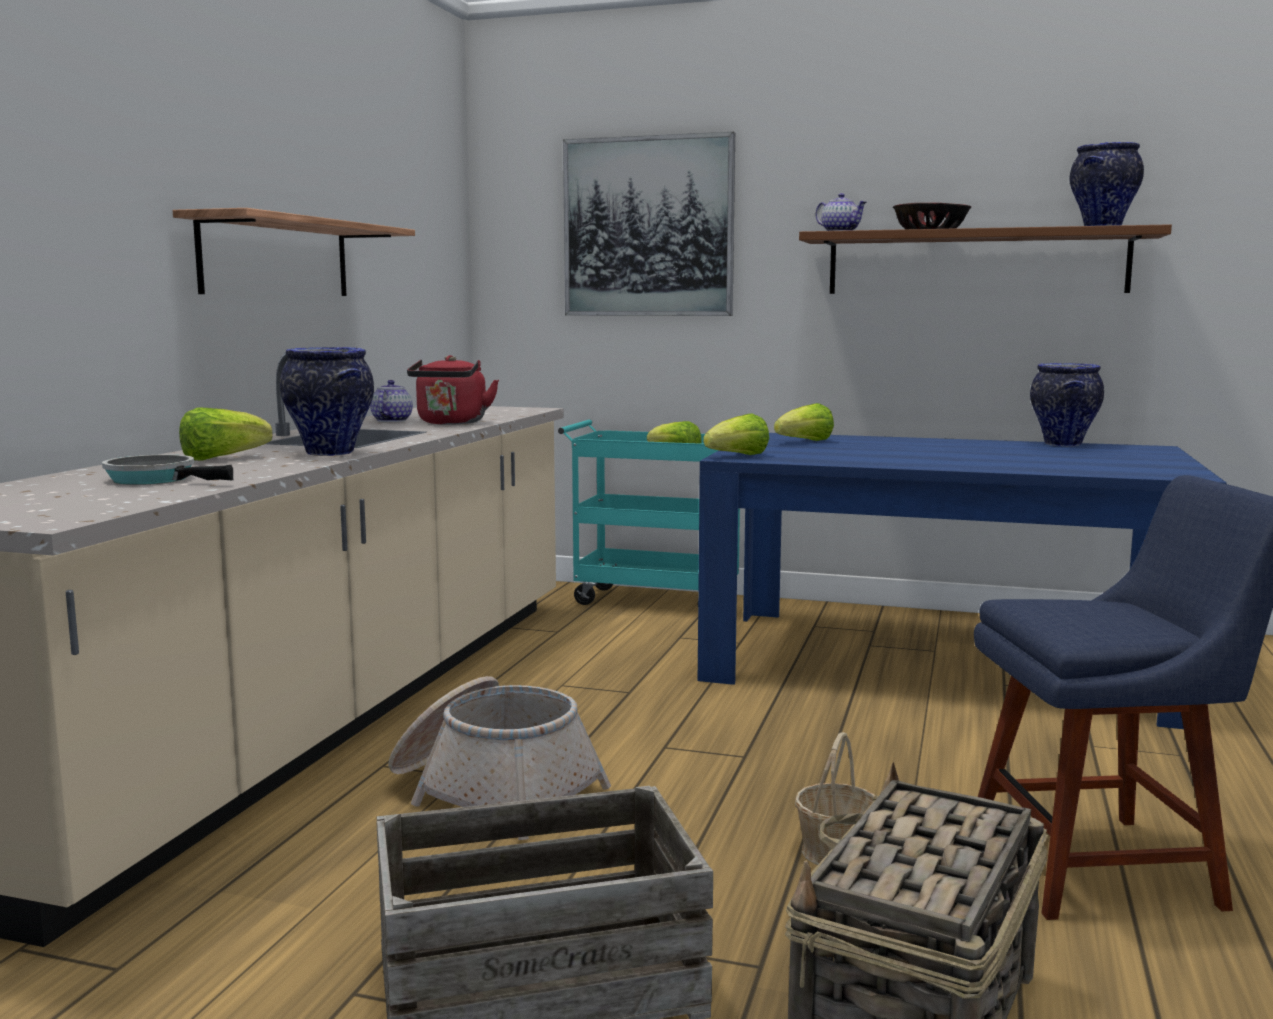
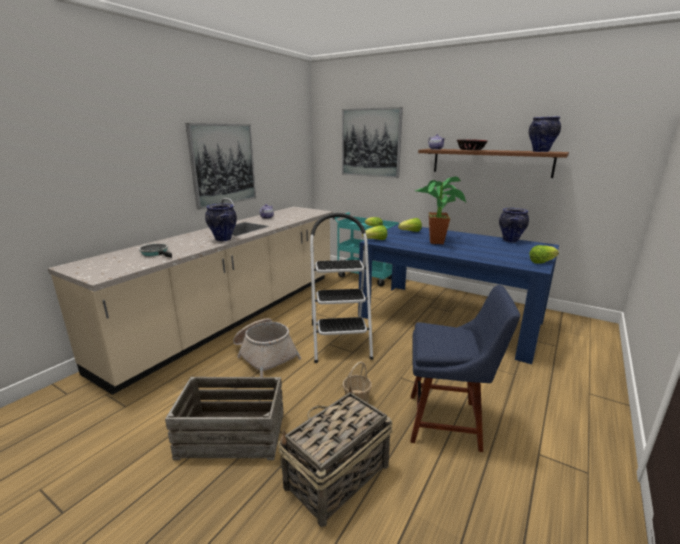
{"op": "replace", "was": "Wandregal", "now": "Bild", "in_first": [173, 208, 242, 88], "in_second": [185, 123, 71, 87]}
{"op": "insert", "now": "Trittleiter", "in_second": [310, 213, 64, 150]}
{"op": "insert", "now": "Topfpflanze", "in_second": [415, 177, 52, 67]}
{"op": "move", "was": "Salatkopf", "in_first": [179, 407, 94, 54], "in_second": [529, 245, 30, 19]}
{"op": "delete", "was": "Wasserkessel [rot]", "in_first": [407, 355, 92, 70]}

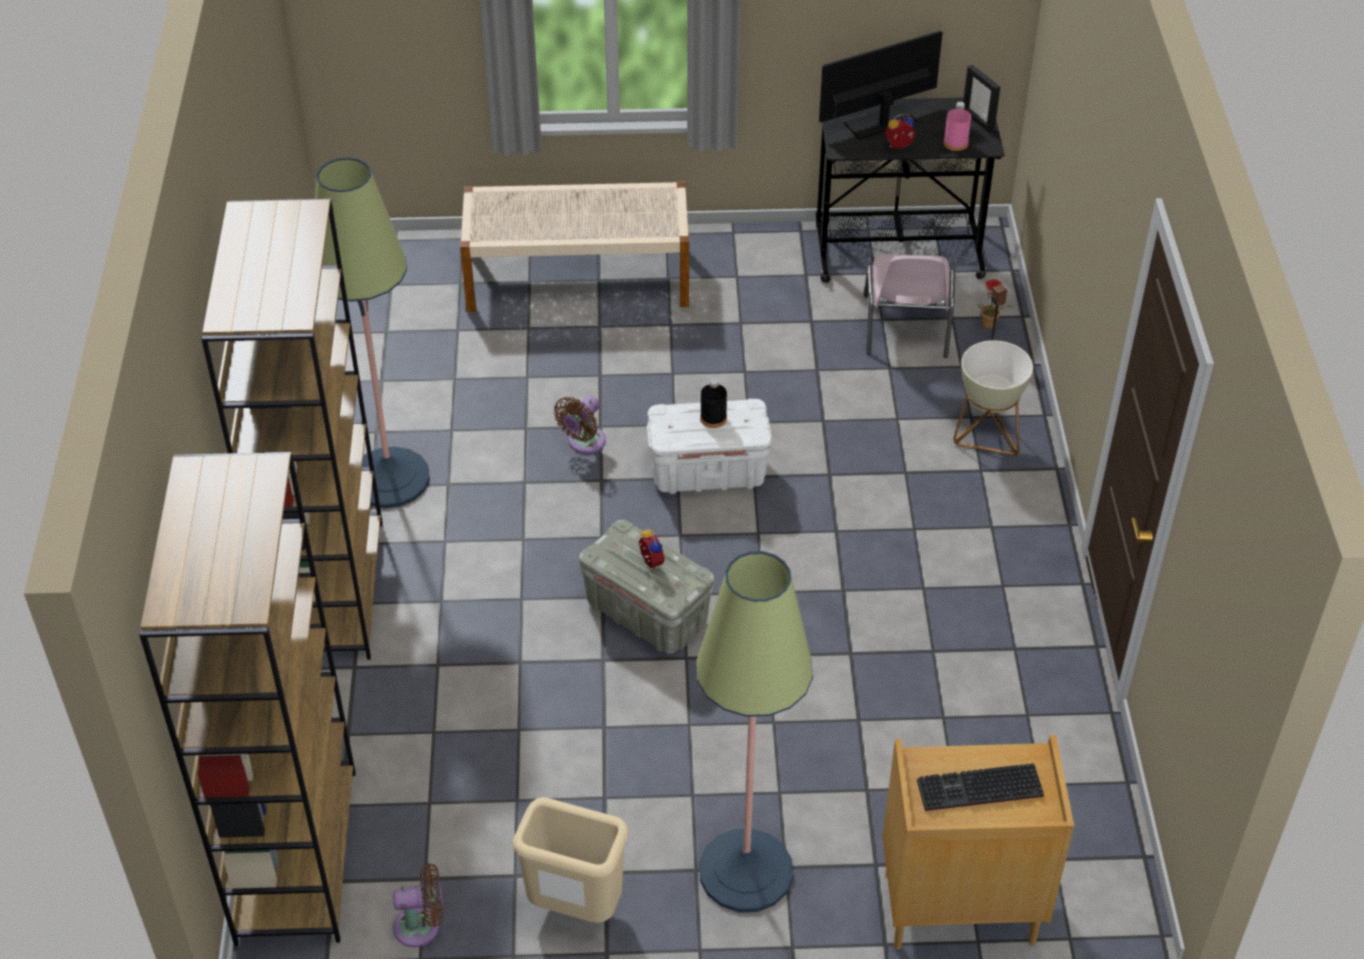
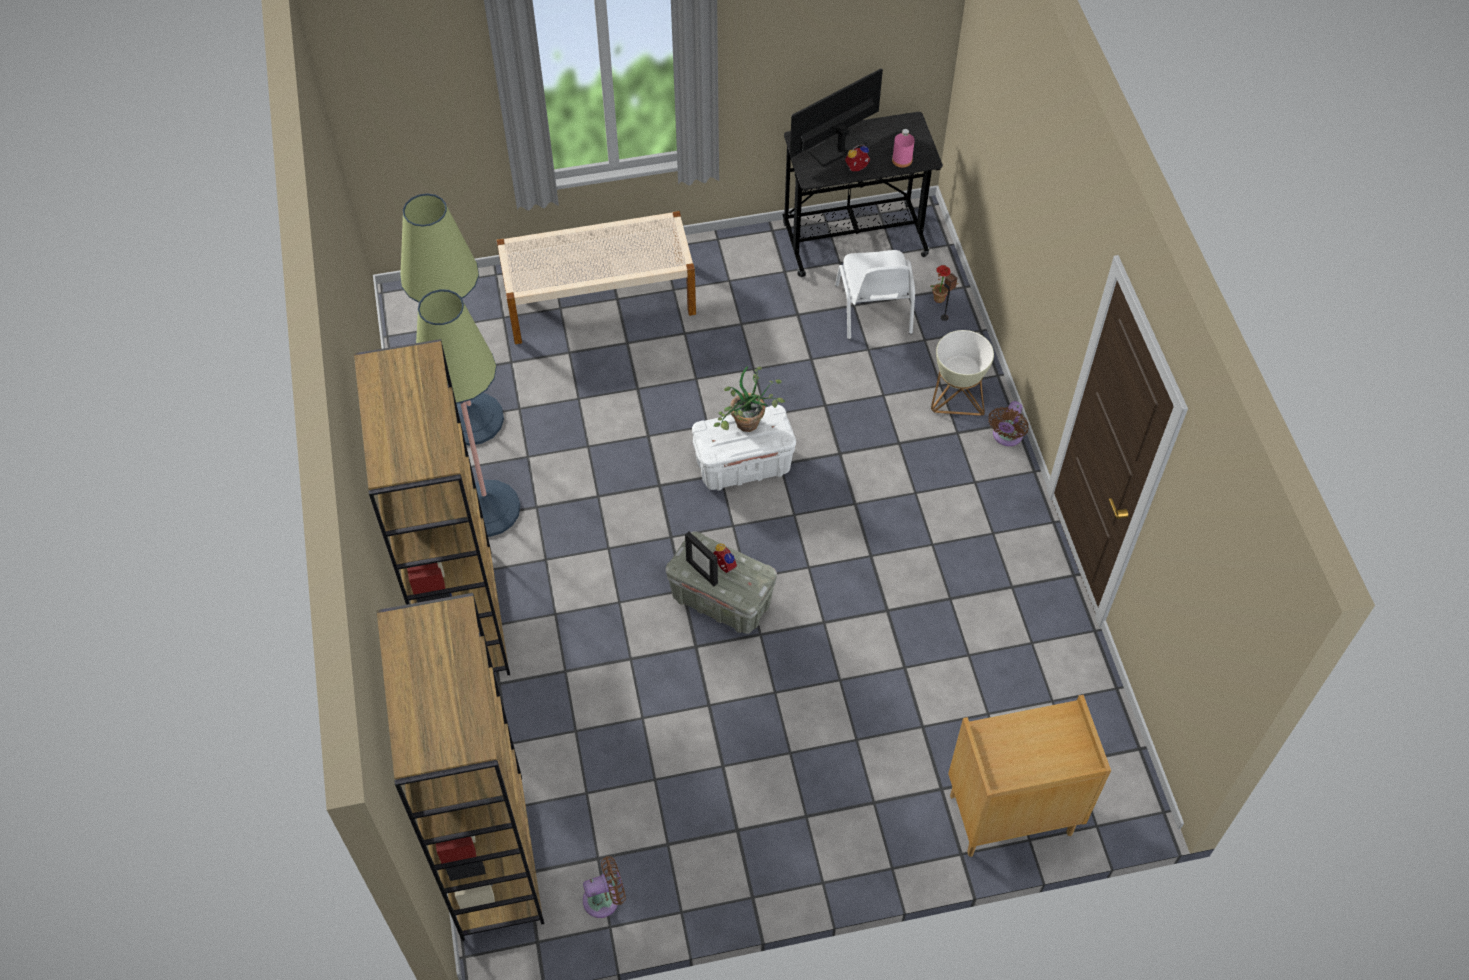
{"op": "move", "was": "Stehlampe", "in_first": [696, 551, 117, 361], "in_second": [400, 193, 104, 253]}
{"op": "move", "was": "Bilderrahmen", "in_first": [963, 65, 37, 68], "in_second": [685, 531, 33, 55]}
{"op": "replace", "was": "Flasche [schwarz]", "now": "Topfpflanze", "in_first": [700, 379, 27, 49], "in_second": [714, 367, 71, 65]}
{"op": "recolor", "was": "Stuhl [rosa]", "now": "Stuhl [weiß]", "in_first": [864, 253, 91, 105], "in_second": [835, 250, 80, 89]}
{"op": "move", "was": "Ventilator [braun]", "in_first": [554, 396, 52, 58], "in_second": [988, 401, 40, 45]}
{"op": "delete", "was": "Mülleimer [beige]", "in_first": [512, 797, 117, 126]}
{"op": "delete", "was": "Tastatur", "in_first": [917, 763, 127, 48]}

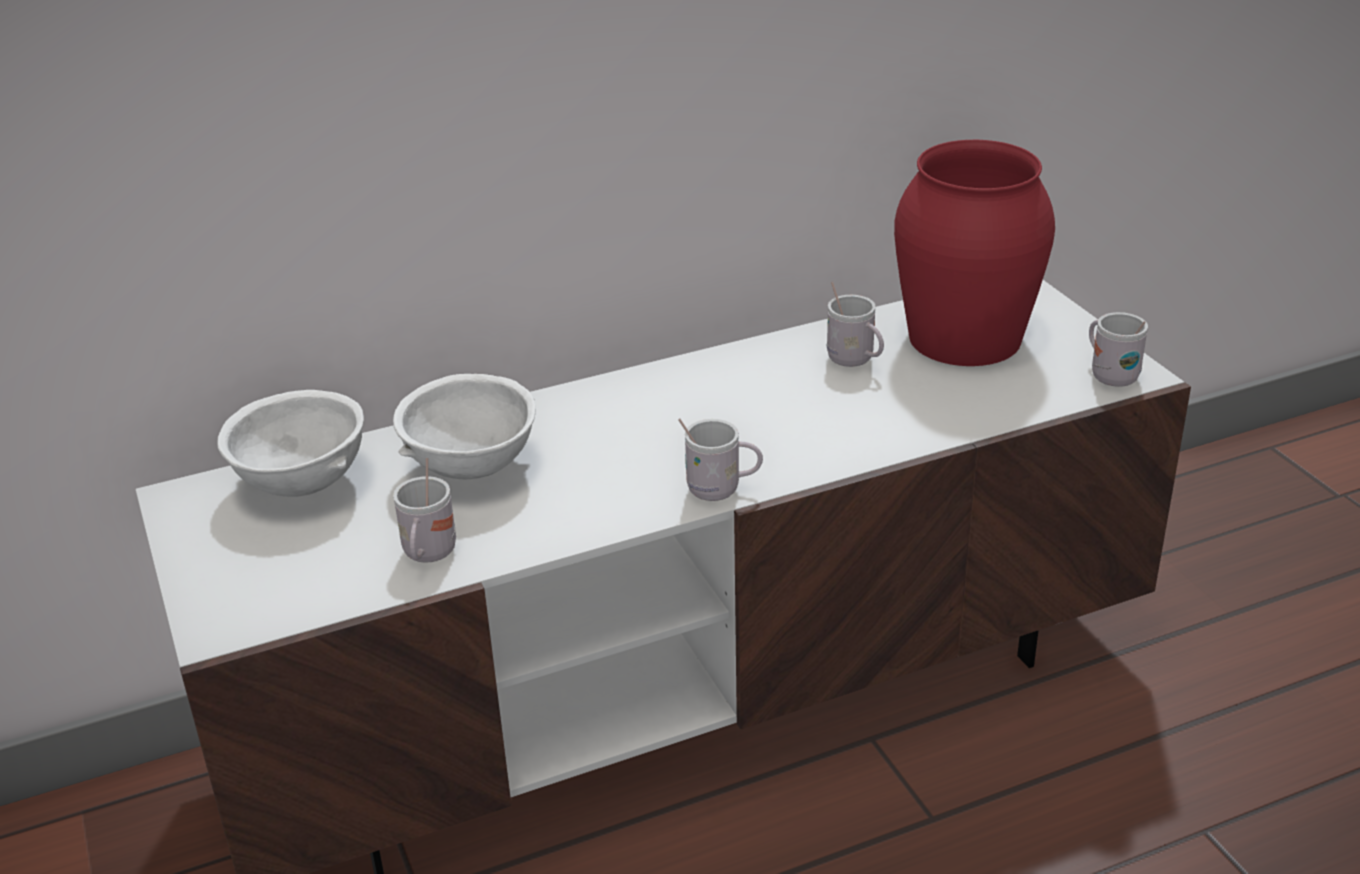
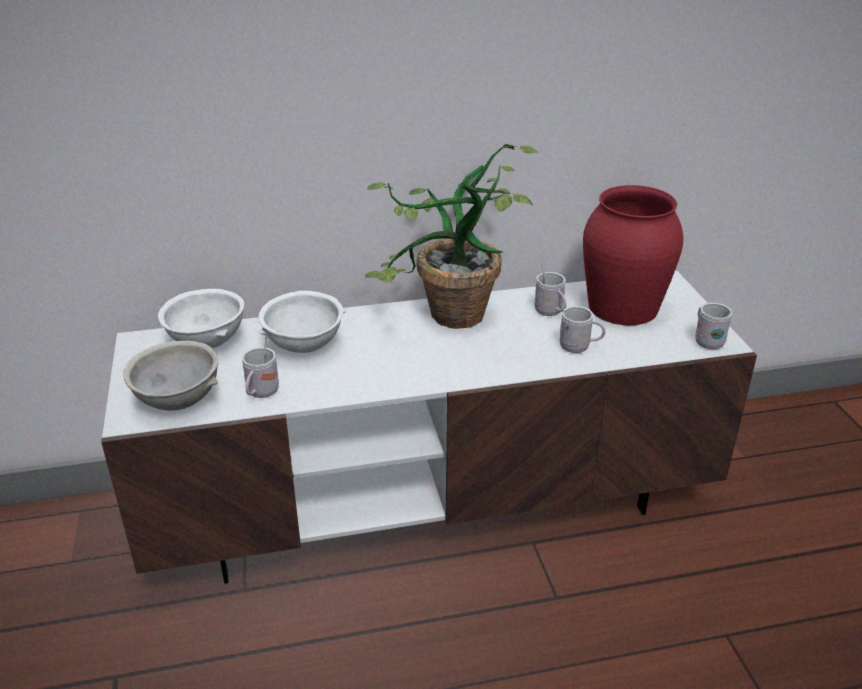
{"op": "insert", "now": "Schüssel [grau]", "in_second": [123, 341, 95, 70]}
{"op": "insert", "now": "Topfpflanze", "in_second": [365, 144, 173, 185]}
{"op": "move", "was": "Henkelbecher [weiß]", "in_first": [678, 418, 85, 83], "in_second": [559, 303, 47, 50]}

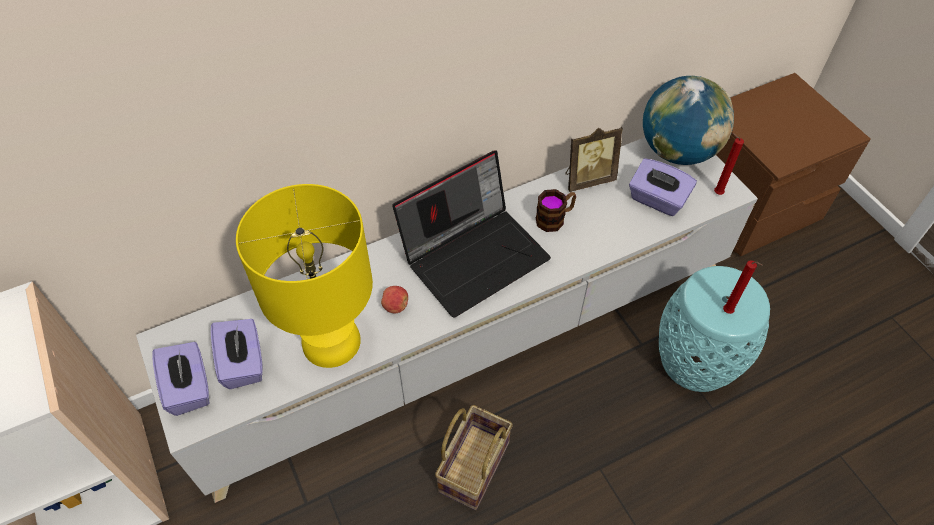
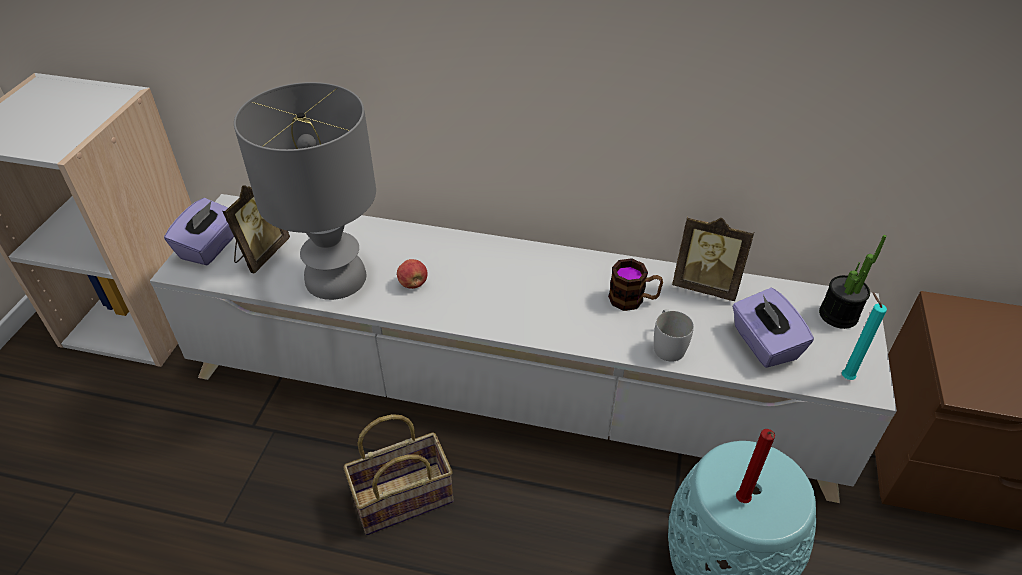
{"op": "replace", "was": "Taschentuchbox [lila]", "now": "Bilderrahmen", "in_first": [211, 319, 52, 70], "in_second": [222, 185, 68, 89]}
{"op": "recolor", "was": "Tischlampe [gelb]", "now": "Tischlampe [grau]", "in_first": [236, 184, 137, 184], "in_second": [234, 82, 142, 218]}
{"op": "insert", "now": "Henkelbecher [weiß]", "in_second": [654, 309, 40, 53]}
{"op": "replace", "was": "Globus", "now": "Topfpflanze", "in_first": [643, 76, 91, 89], "in_second": [819, 235, 68, 94]}
{"op": "recolor", "was": "Kerze [rot]", "now": "Kerze [türkis]", "in_first": [714, 133, 30, 62], "in_second": [842, 292, 45, 88]}
{"op": "delete", "was": "Laptop", "in_first": [392, 150, 159, 168]}

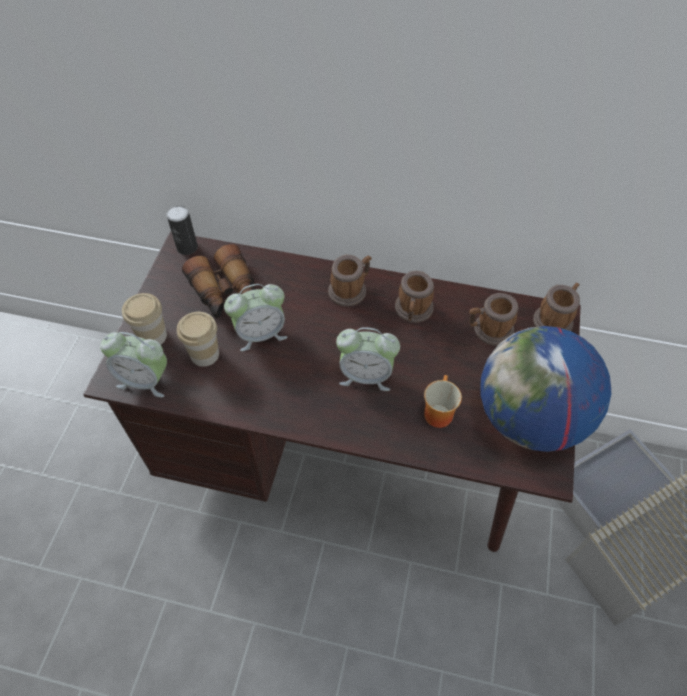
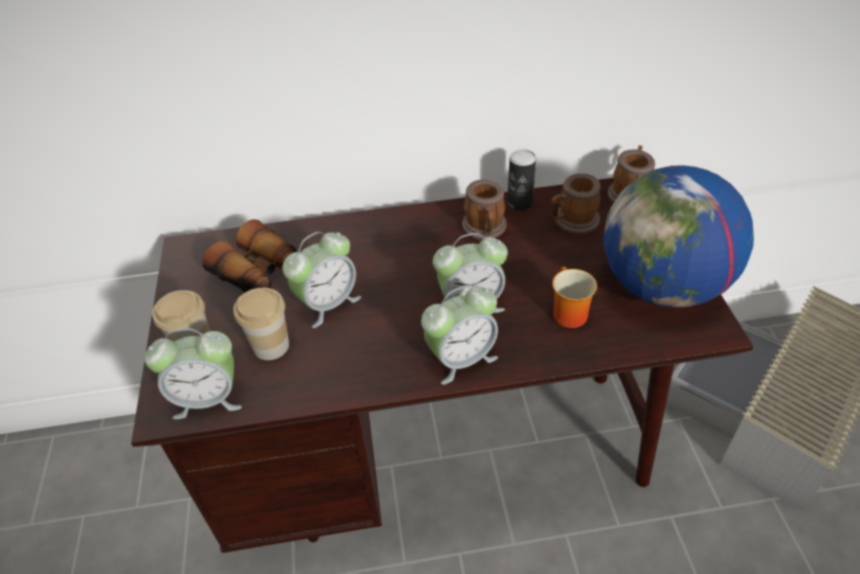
{"op": "insert", "now": "Wecker", "in_second": [421, 286, 77, 99]}
{"op": "move", "was": "Dose", "in_first": [166, 205, 32, 50], "in_second": [507, 149, 29, 62]}
{"op": "delete", "was": "Henkelbecher", "in_first": [328, 254, 44, 53]}

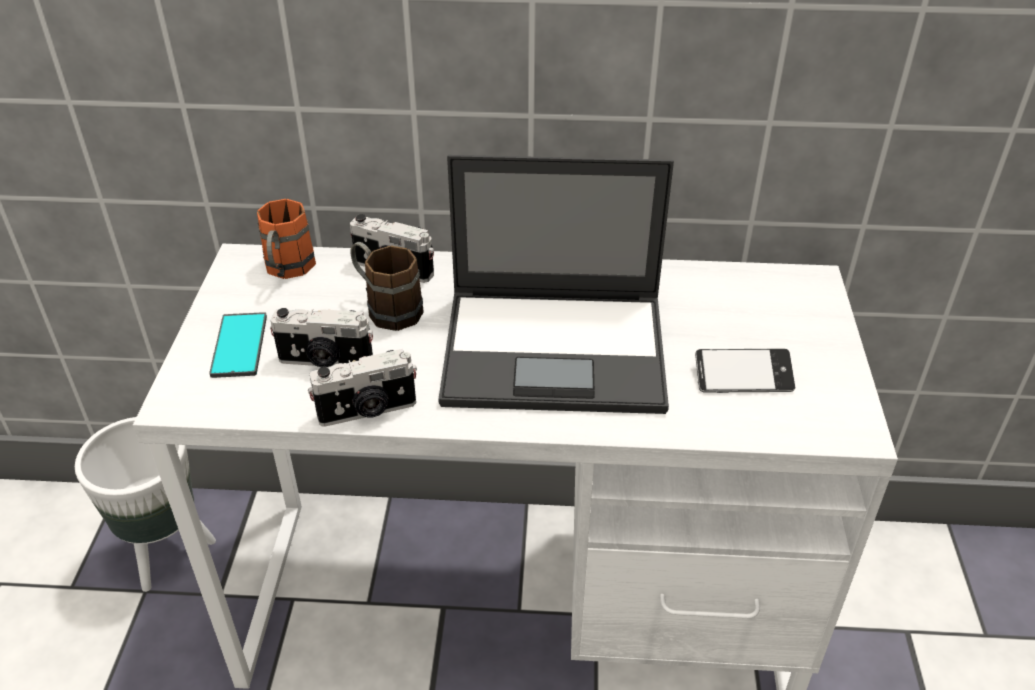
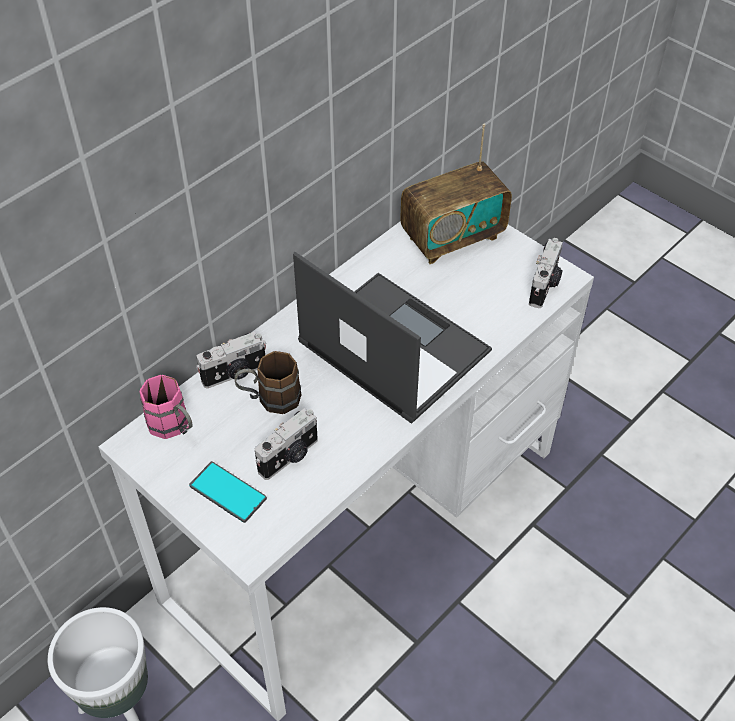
{"op": "recolor", "was": "Henkelbecher [orange]", "now": "Henkelbecher [rosa]", "in_first": [257, 199, 59, 80], "in_second": [139, 375, 54, 64]}
{"op": "rotate", "was": "Laptop", "in_first": [438, 155, 236, 259], "in_second": [293, 252, 199, 172], "clockwise": -90}
{"op": "insert", "now": "Radio", "in_second": [400, 124, 112, 140]}
{"op": "move", "was": "Kamera", "in_first": [308, 349, 109, 78], "in_second": [529, 238, 34, 70]}
{"op": "delete", "was": "Handy", "in_first": [695, 349, 100, 44]}

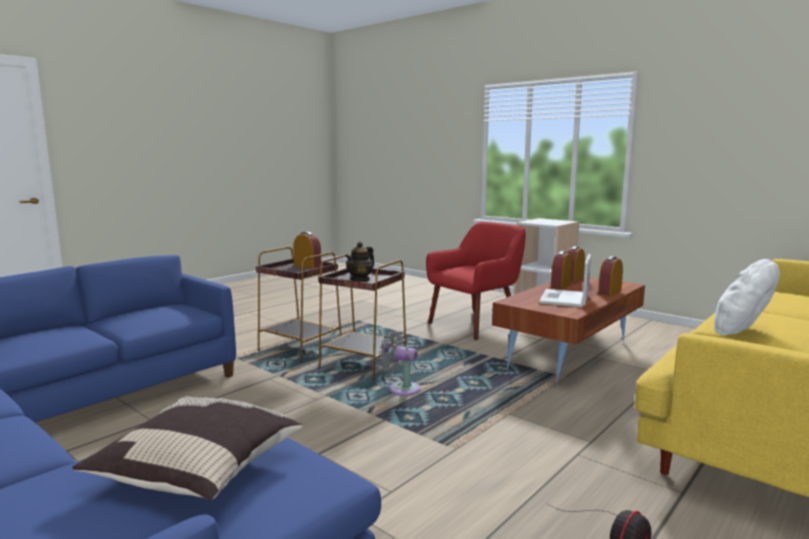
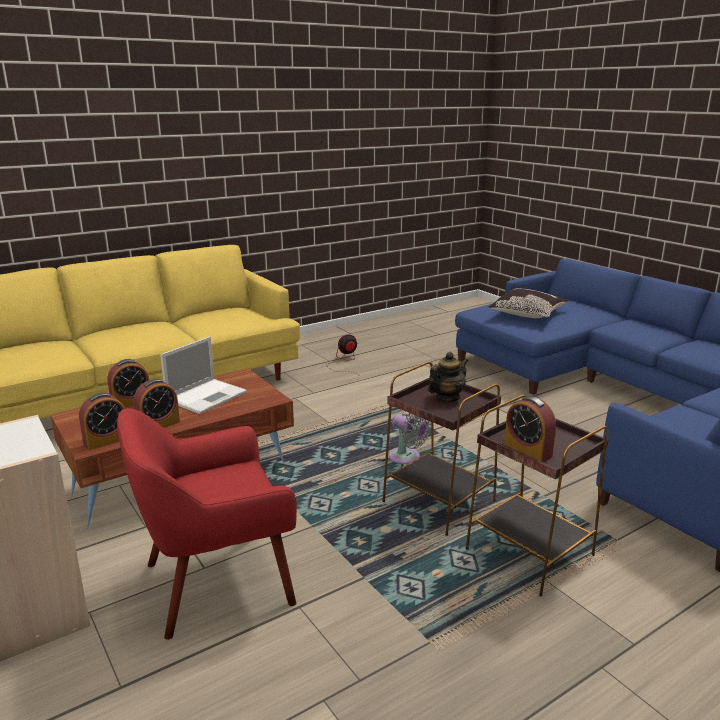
{"op": "delete", "was": "Kissen [weiß]", "in_first": [714, 259, 66, 77]}

